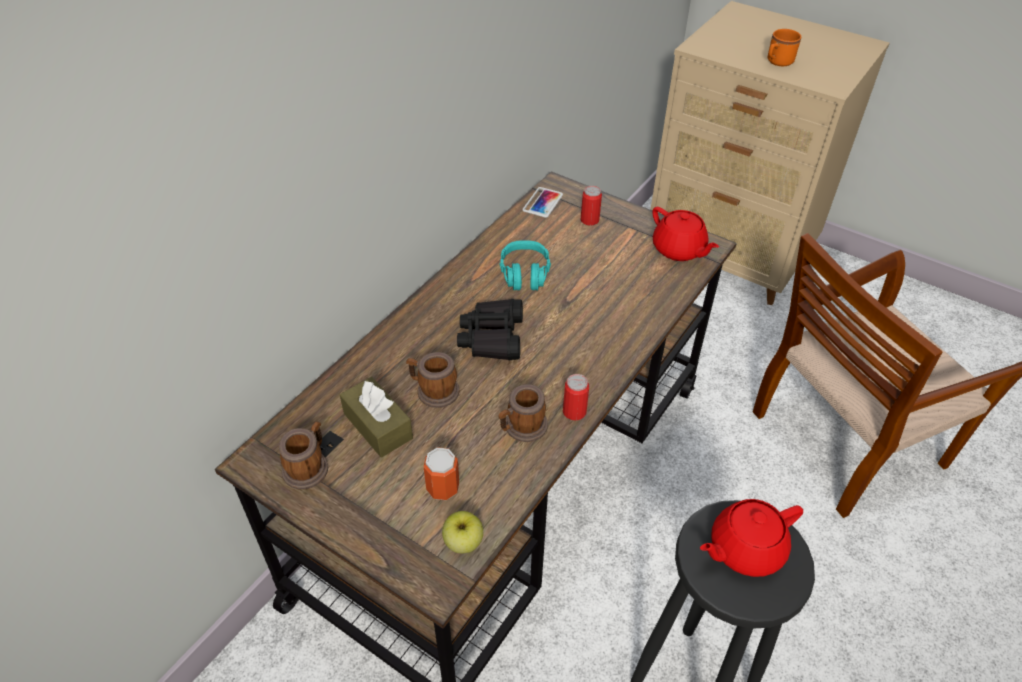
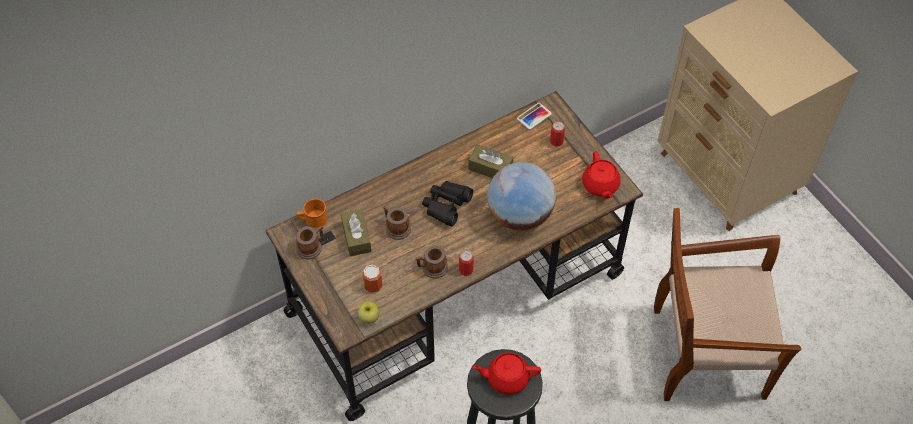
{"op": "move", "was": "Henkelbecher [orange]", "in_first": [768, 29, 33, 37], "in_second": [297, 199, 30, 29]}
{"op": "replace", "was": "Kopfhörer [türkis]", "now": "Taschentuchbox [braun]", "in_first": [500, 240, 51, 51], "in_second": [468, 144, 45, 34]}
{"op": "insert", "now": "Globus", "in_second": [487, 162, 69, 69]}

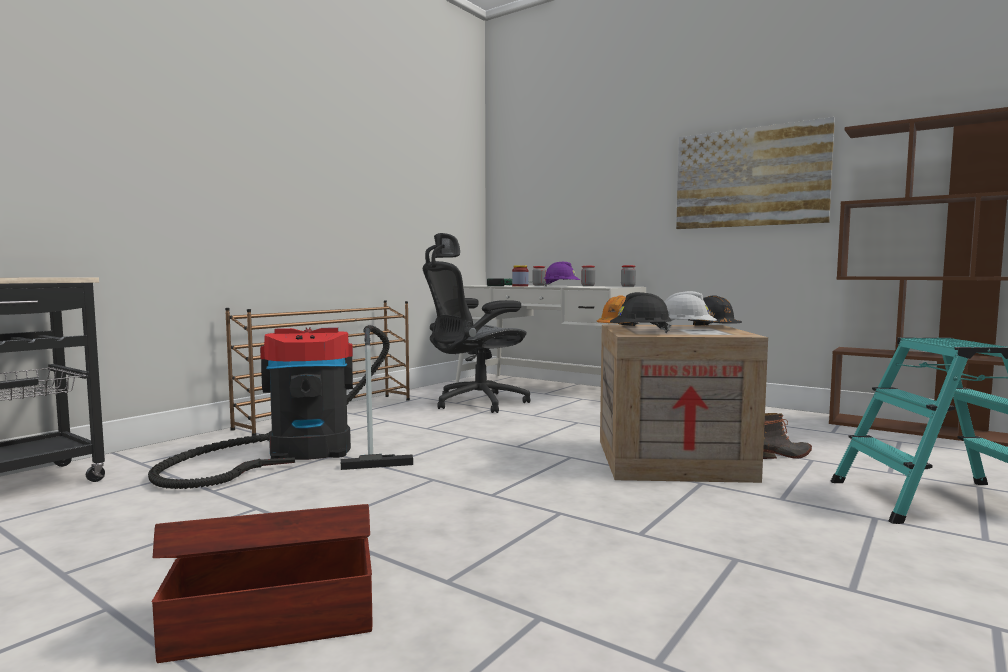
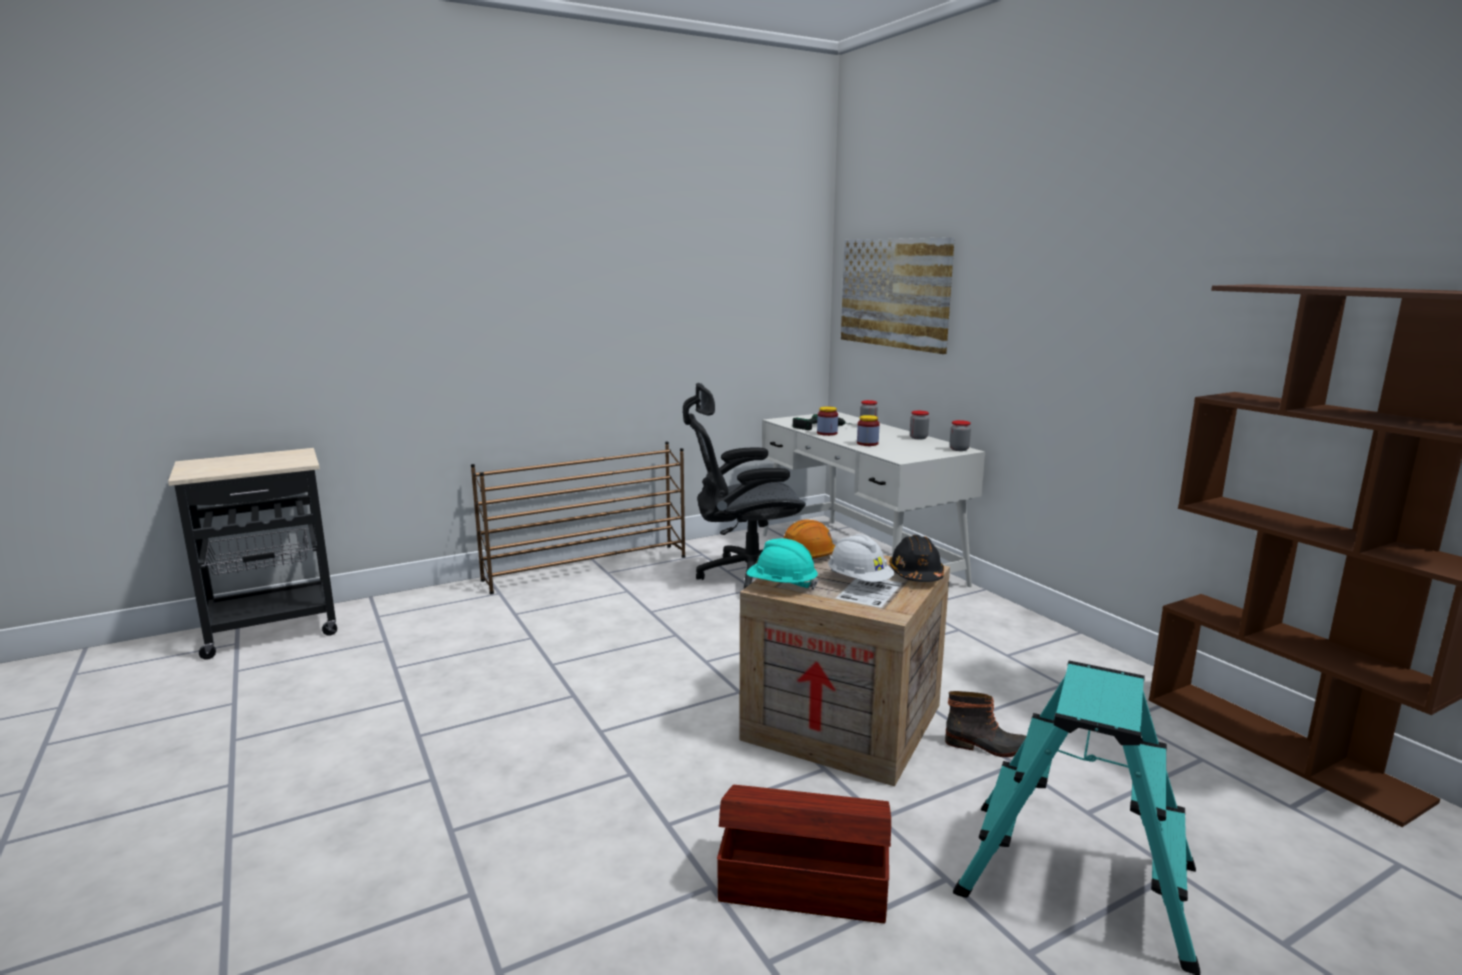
{"op": "move", "was": "Aufbewahrungsbox [braun]", "in_first": [152, 504, 220, 159], "in_second": [717, 785, 174, 138]}
{"op": "recolor", "was": "Schutzhelm [schwarz]", "now": "Schutzhelm [türkis]", "in_first": [610, 292, 62, 41], "in_second": [747, 538, 72, 52]}
{"op": "move", "was": "Bild", "in_first": [676, 117, 159, 112], "in_second": [841, 237, 114, 117]}
{"op": "replace", "was": "Schutzhelm [lila]", "now": "Vorratsglas", "in_first": [543, 262, 37, 25], "in_second": [857, 415, 23, 31]}
{"op": "delete", "was": "Staubsauger", "in_first": [148, 325, 265, 164]}

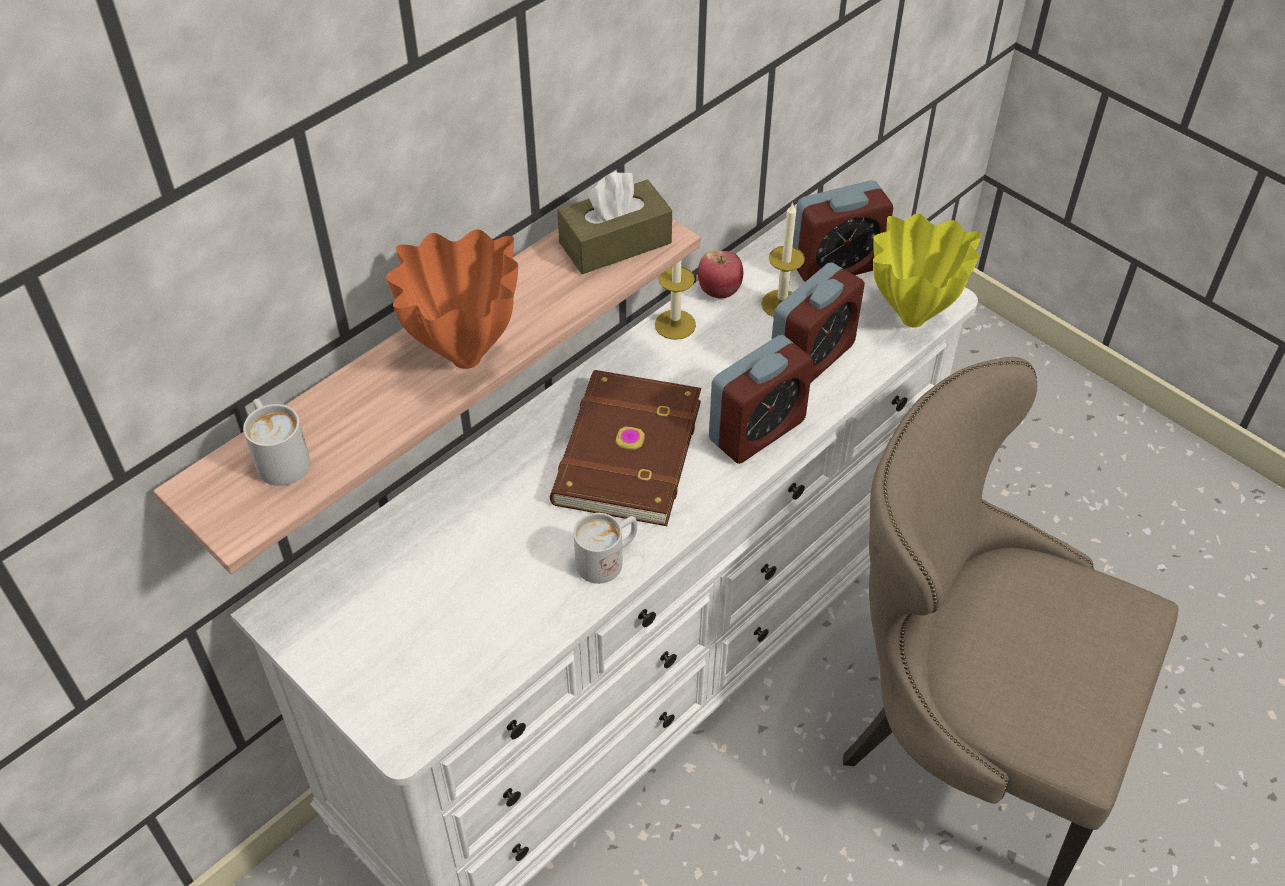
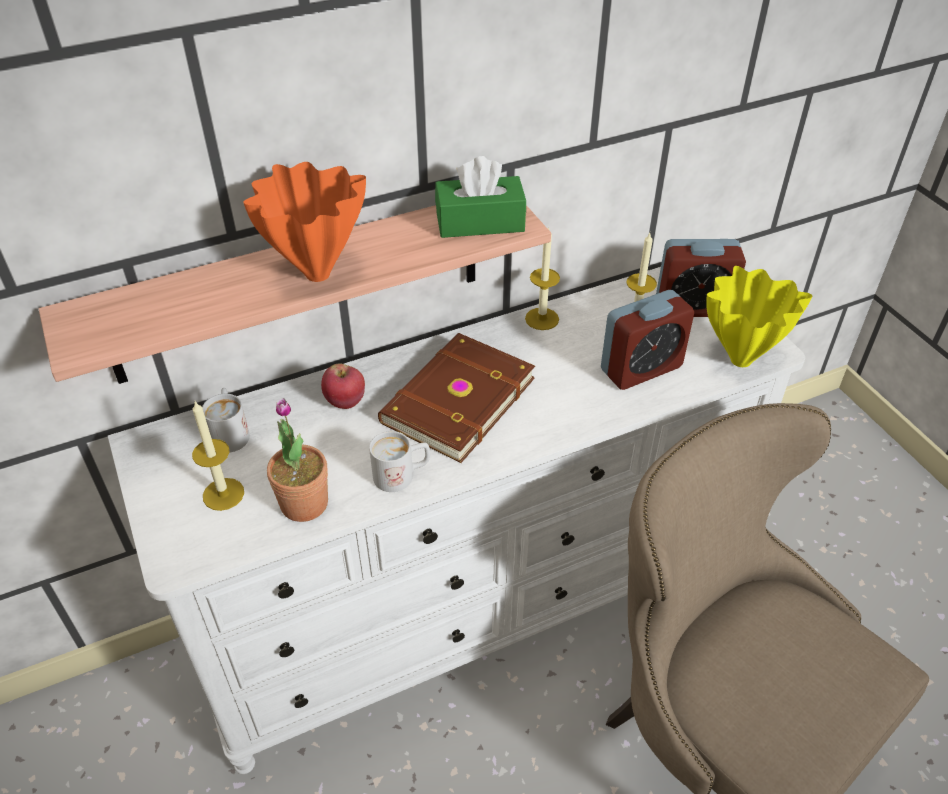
{"op": "insert", "now": "Kerze", "in_second": [192, 402, 52, 109]}
{"op": "move", "was": "Henkelbecher [weiß]", "in_first": [243, 399, 67, 87], "in_second": [202, 388, 48, 65]}
{"op": "insert", "now": "Topfpflanze", "in_second": [267, 398, 61, 124]}
{"op": "move", "was": "Apfel", "in_first": [698, 250, 45, 48], "in_second": [321, 363, 44, 46]}
{"op": "recolor", "was": "Taschentuchbox [braun]", "now": "Taschentuchbox [grün]", "in_first": [557, 171, 115, 103], "in_second": [435, 156, 91, 82]}
{"op": "delete", "was": "Wecker", "in_first": [709, 335, 104, 129]}

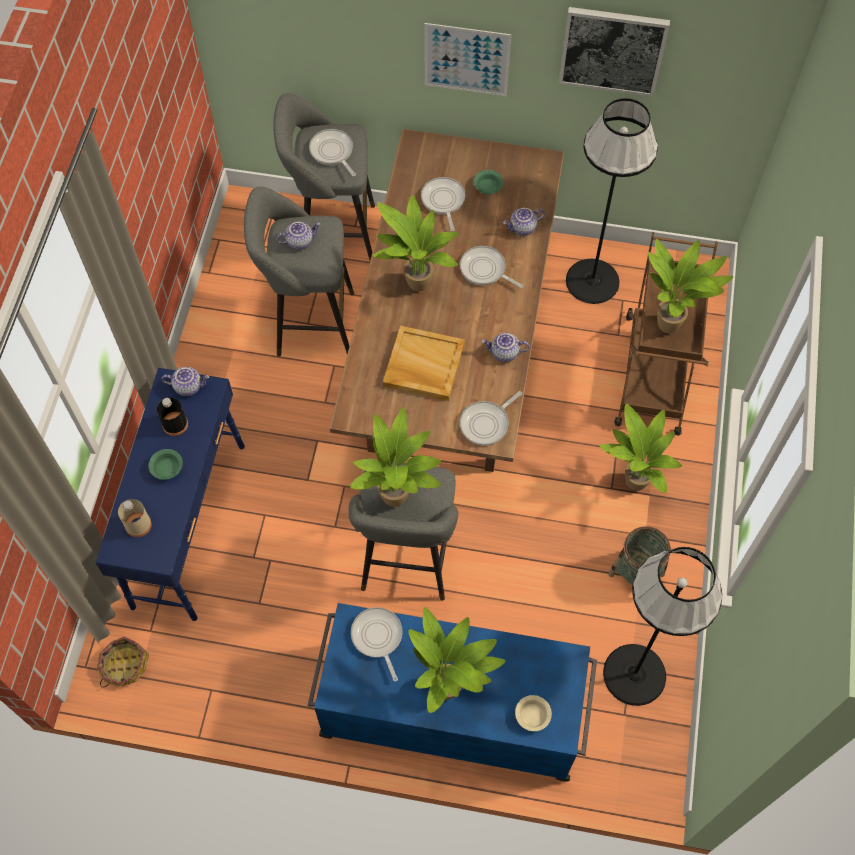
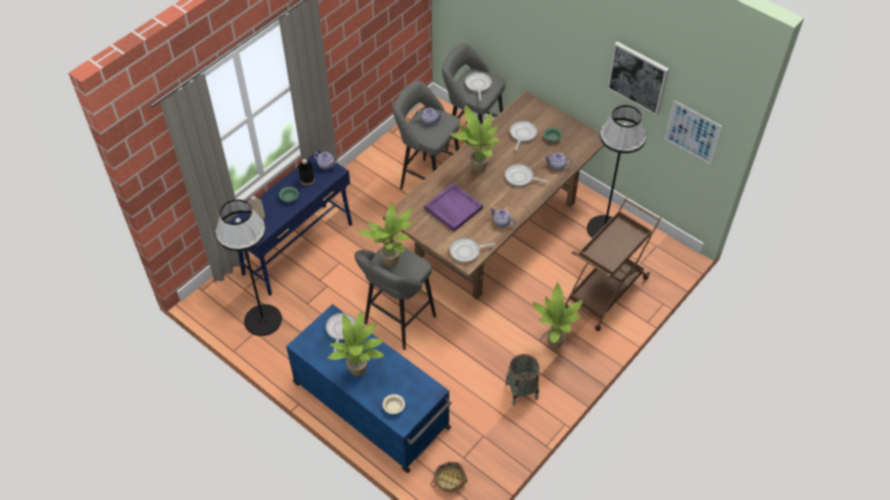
{"op": "move", "was": "Stehlampe [schwarz]", "in_first": [603, 547, 119, 159], "in_second": [215, 199, 67, 137]}
{"op": "recolor", "was": "Tablett [beige]", "now": "Tablett [lila]", "in_first": [383, 326, 82, 75], "in_second": [425, 183, 58, 49]}
{"op": "move", "was": "Korb", "in_first": [97, 636, 52, 52], "in_second": [431, 462, 37, 31]}
{"op": "rotate", "was": "Pfanne", "in_first": [460, 246, 63, 42], "in_second": [505, 164, 43, 23], "clockwise": -45}
{"op": "move", "was": "Bild", "in_first": [425, 23, 86, 73], "in_second": [664, 100, 58, 65]}
{"op": "delete", "was": "Topfpflanze", "in_first": [648, 239, 85, 94]}

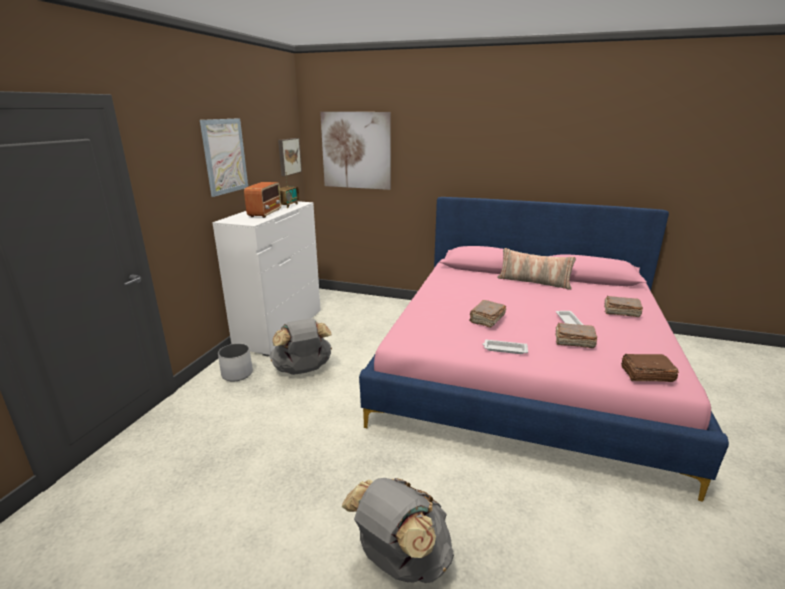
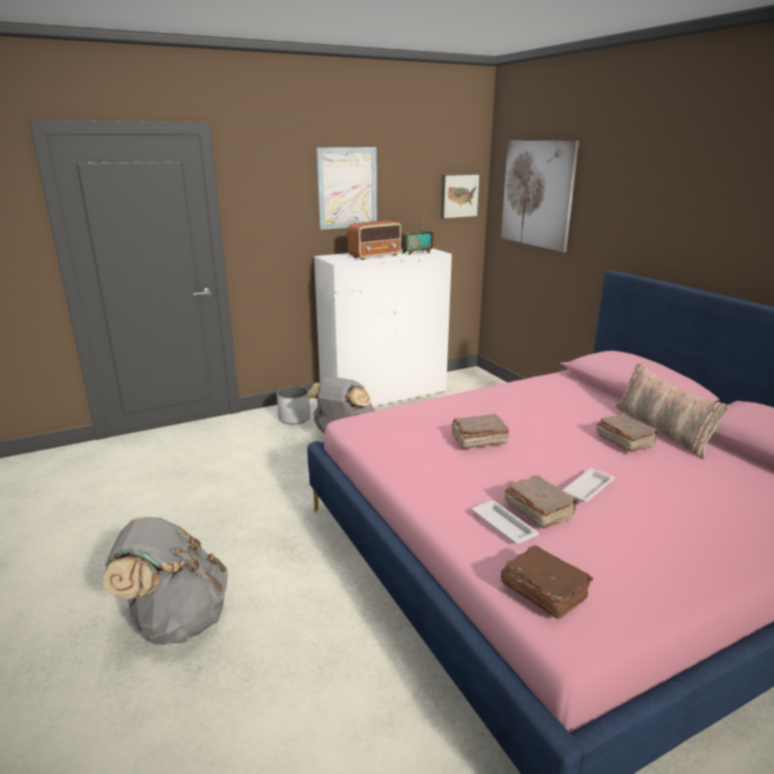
{"op": "move", "was": "Tablett [weiß]", "in_first": [482, 340, 46, 14], "in_second": [472, 500, 67, 44]}
{"op": "move", "was": "Buch [braun]", "in_first": [604, 296, 39, 21], "in_second": [596, 414, 64, 38]}

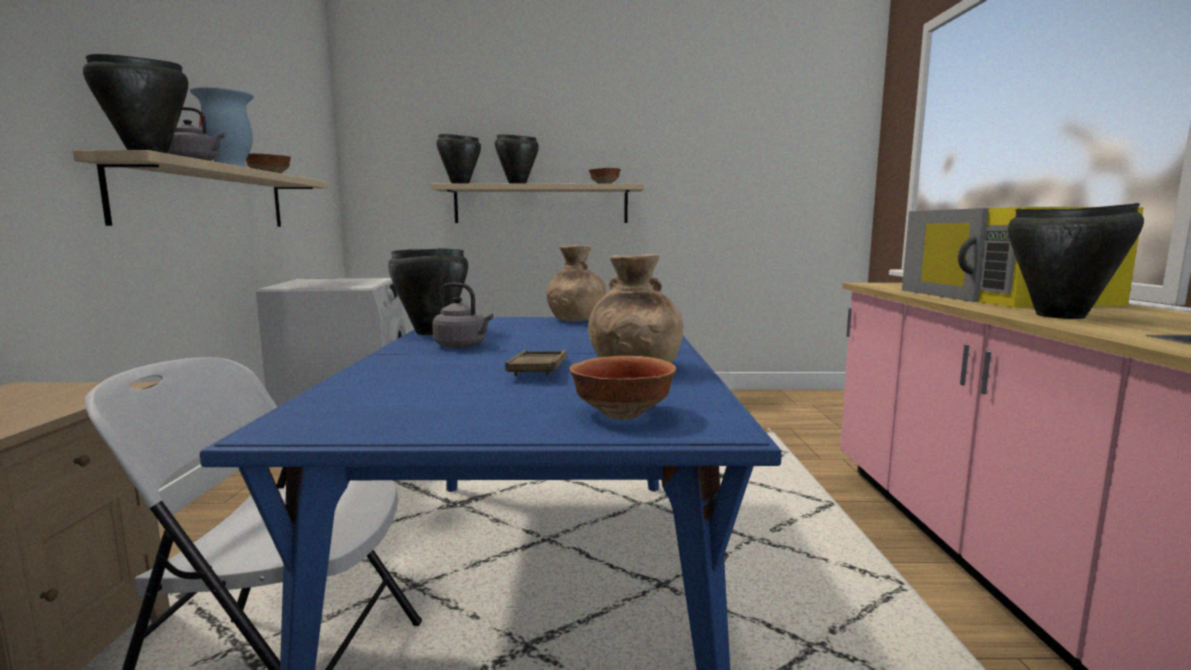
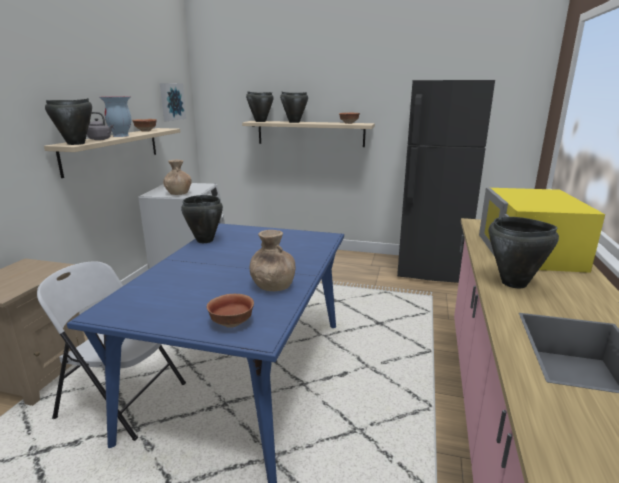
{"op": "insert", "now": "Bild", "in_second": [160, 83, 26, 38]}
{"op": "move", "was": "Vase [braun]", "in_first": [546, 245, 60, 76], "in_second": [163, 160, 29, 35]}
{"op": "insert", "now": "Kühlschrank [schwarz]", "in_second": [397, 80, 98, 203]}
{"op": "delete", "was": "Wasserkessel [grau]", "in_first": [432, 283, 61, 66]}
{"op": "delete", "was": "Tablett [braun]", "in_first": [505, 350, 62, 26]}

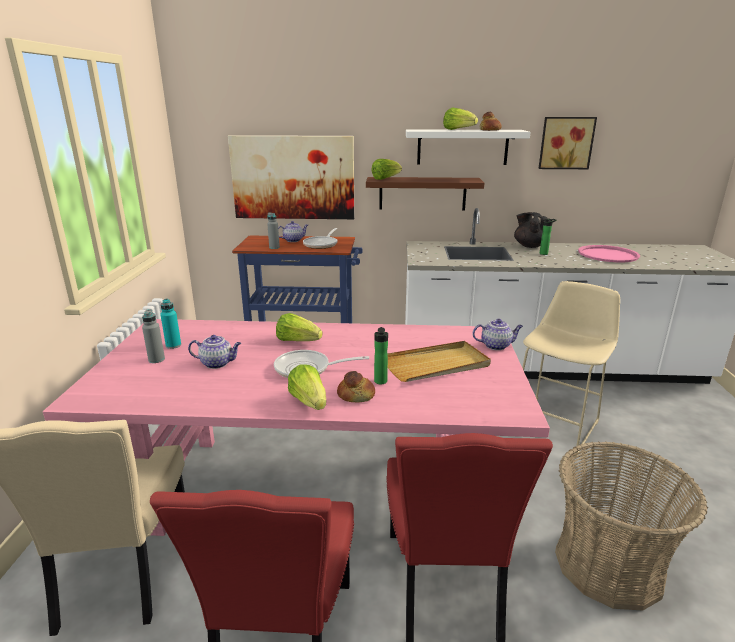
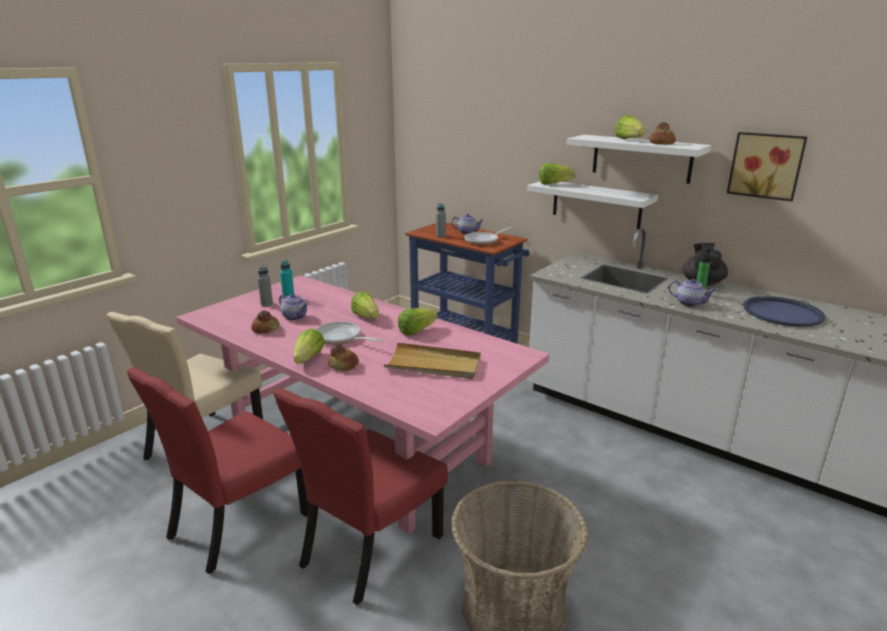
{"op": "insert", "now": "Brot", "in_second": [251, 310, 29, 24]}
{"op": "insert", "now": "Salatkopf", "in_second": [398, 308, 40, 27]}
{"op": "recolor", "was": "Wandregal [braun]", "now": "Wandregal [weiß]", "in_first": [366, 177, 118, 33], "in_second": [527, 181, 131, 48]}
{"op": "move", "was": "Teekanne", "in_first": [472, 319, 51, 31], "in_second": [668, 279, 48, 28]}
{"op": "recolor", "was": "Tablett [rosa]", "now": "Tablett [blau]", "in_first": [578, 245, 62, 17], "in_second": [743, 296, 82, 31]}
{"op": "delete", "was": "Bild", "in_first": [228, 135, 126, 84]}
{"op": "delete", "was": "Flasche", "in_first": [374, 327, 14, 57]}
{"op": "delete", "was": "Hocker [beige]", "in_first": [522, 281, 98, 176]}

